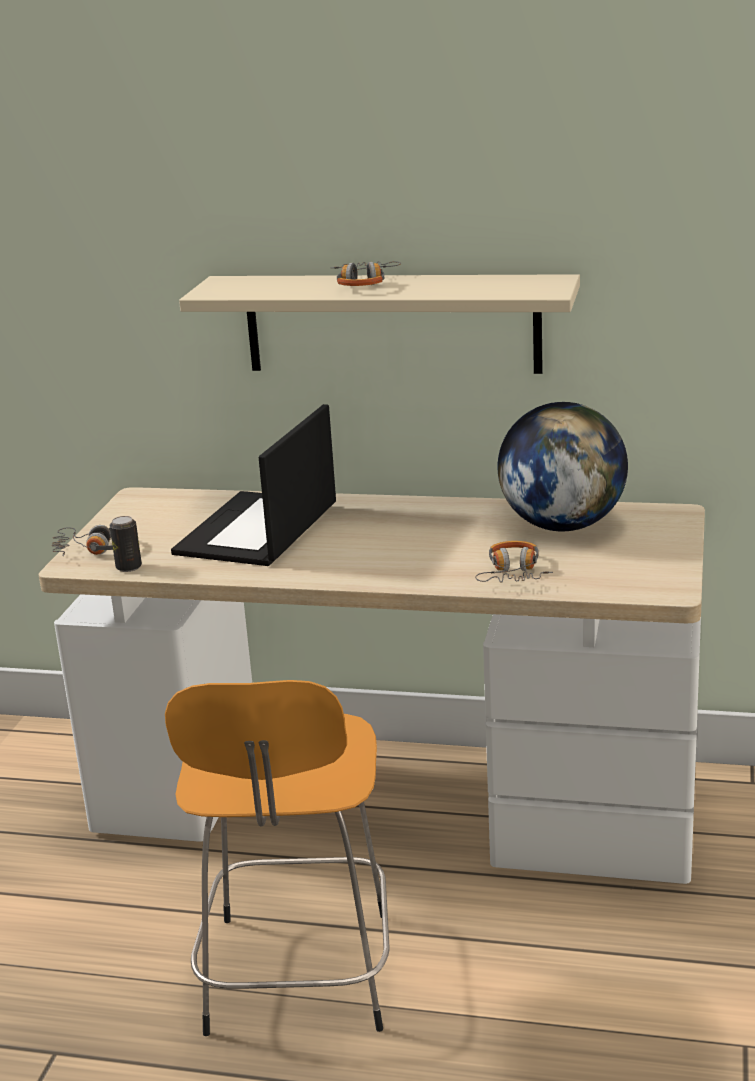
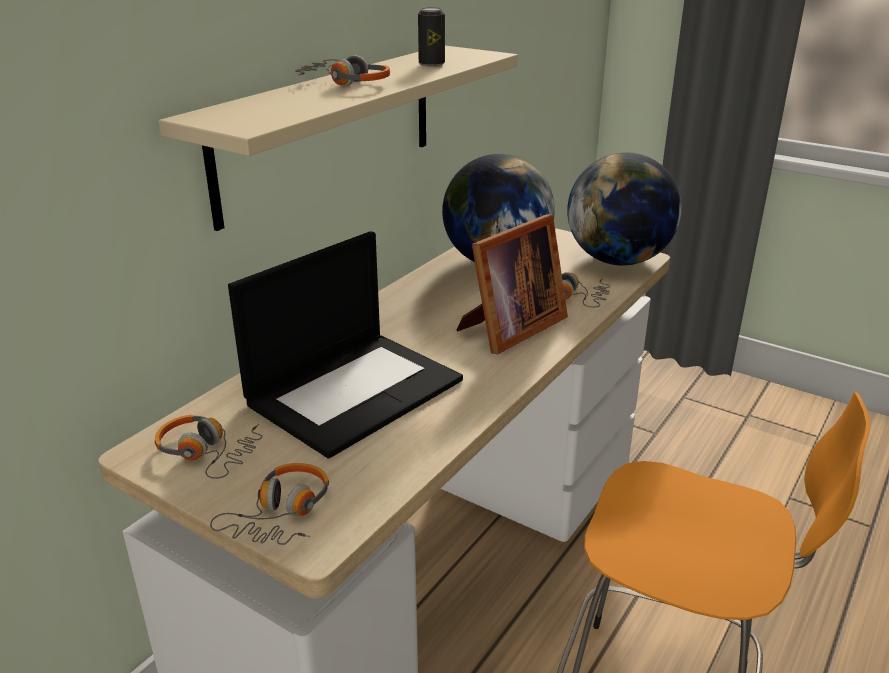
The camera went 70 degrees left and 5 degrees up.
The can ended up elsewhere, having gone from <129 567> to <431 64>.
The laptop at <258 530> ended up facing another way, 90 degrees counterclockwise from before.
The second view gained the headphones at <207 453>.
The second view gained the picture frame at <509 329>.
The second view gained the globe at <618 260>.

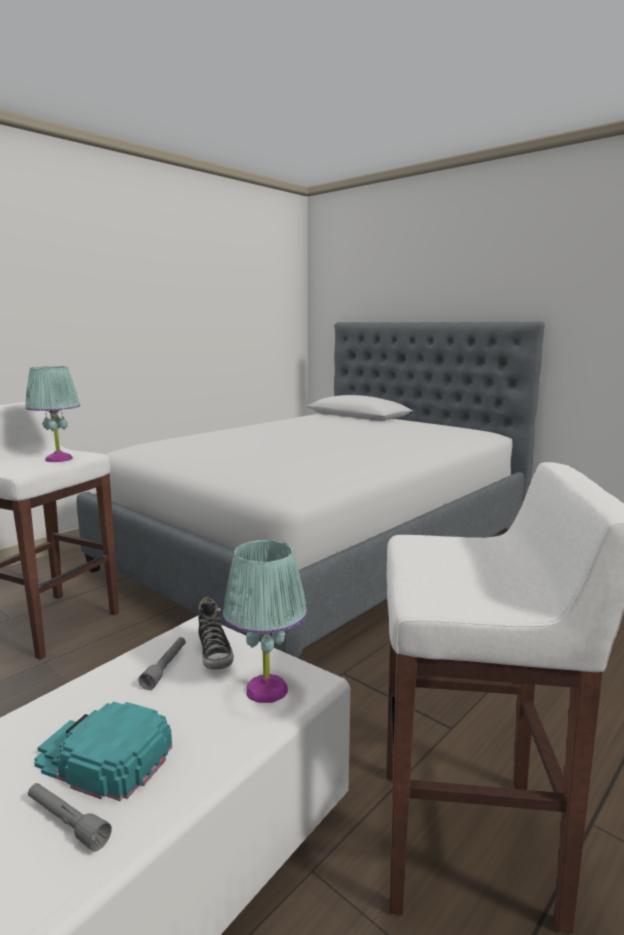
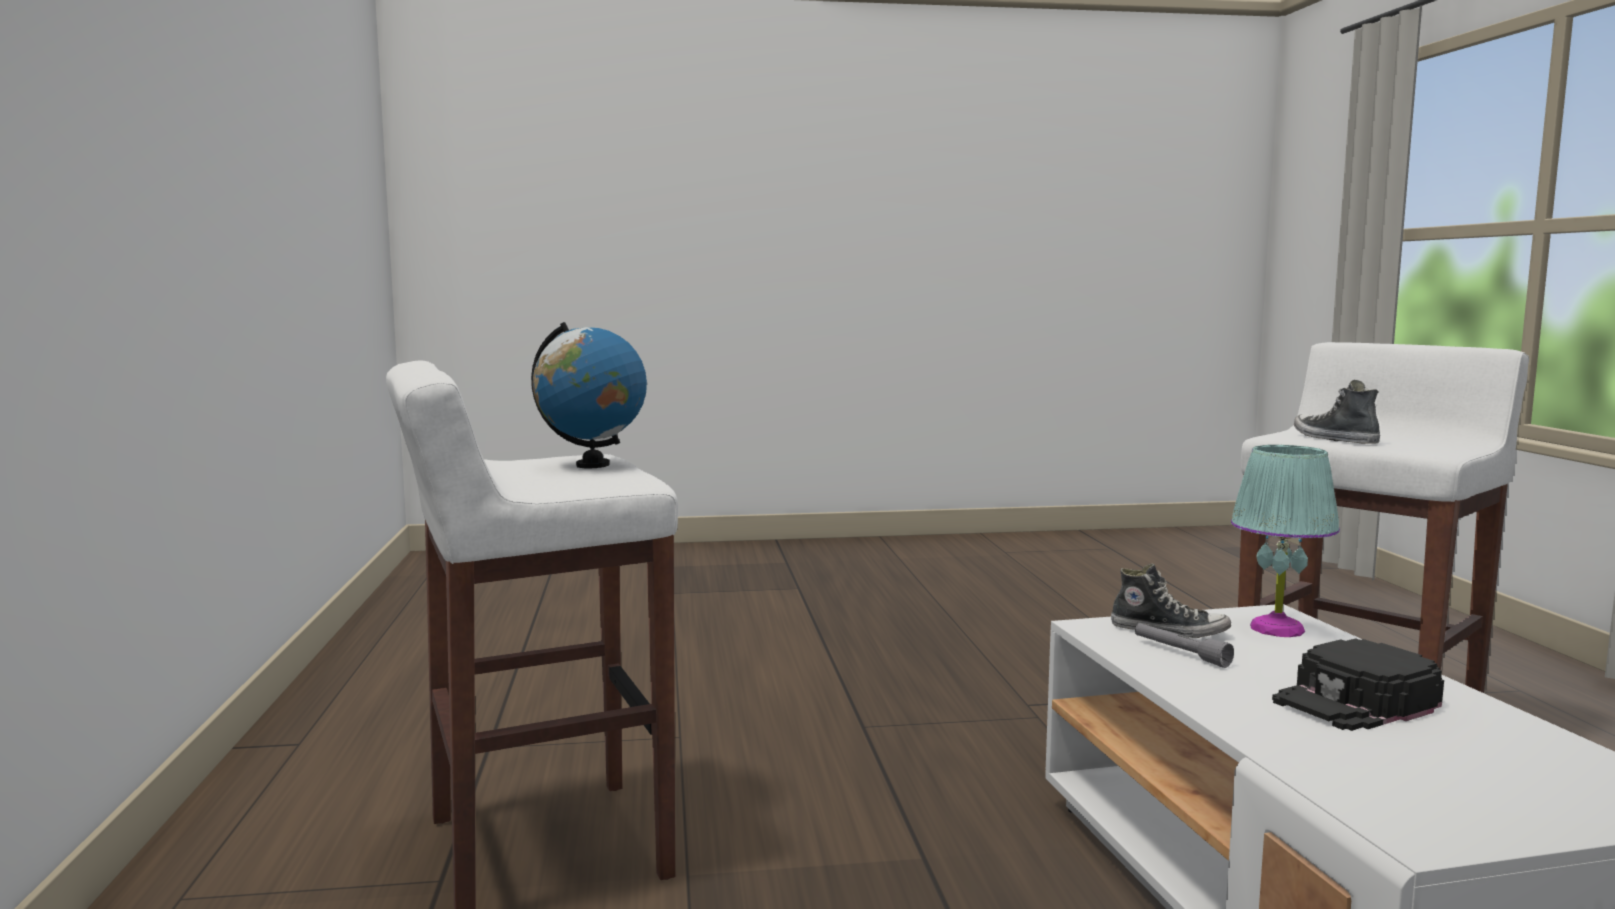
The camera went 50 degrees left and 5 degrees down.
Where the turquoise table lamp stood at <58 459>, the globe came to stand at <592 465>.
The second view lost the grey flashlight at <67 822>.
What was the turquoise cap at <103 757> turned into the black cap at <1355 702>.
The second view lost the bed at <322 550>.
The second view gained the shoe at <1333 439>.

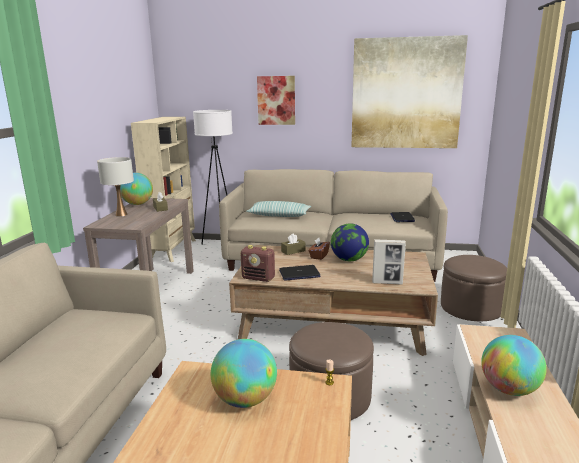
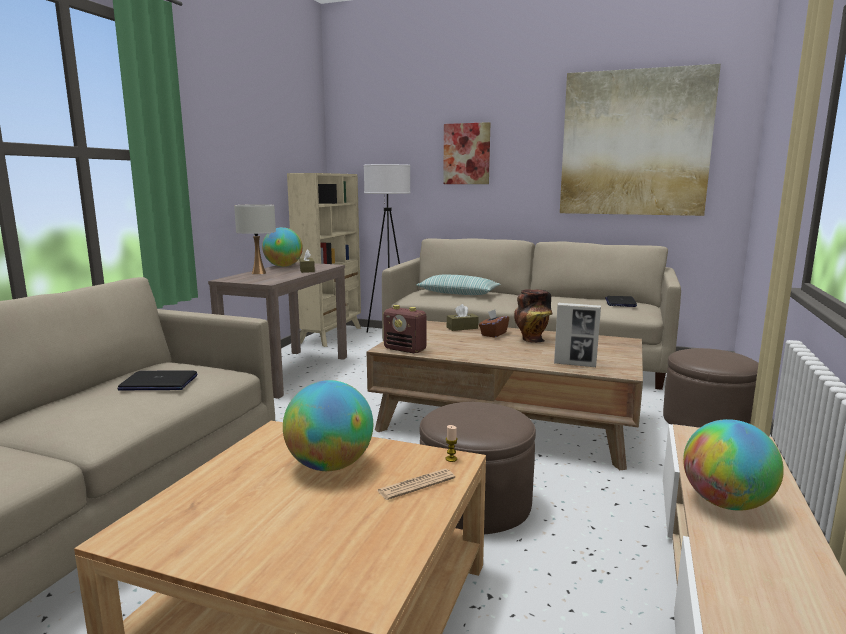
The camera went 10 degrees right and 5 degrees down.
The laptop ended up elsewhere, having gone from <299 274> to <158 383>.
Where the globe stood at <349 260>, the vase came to stand at <532 340>.
The second view gained the newspaper at <416 485>.

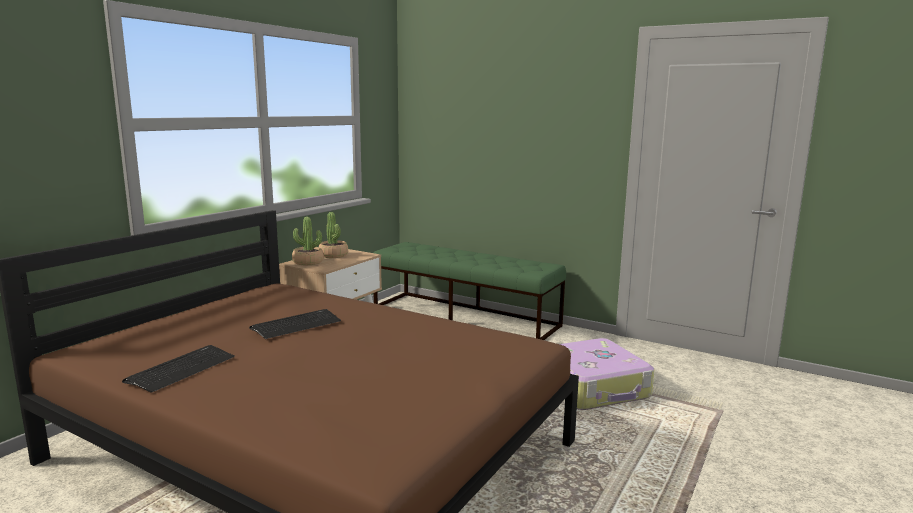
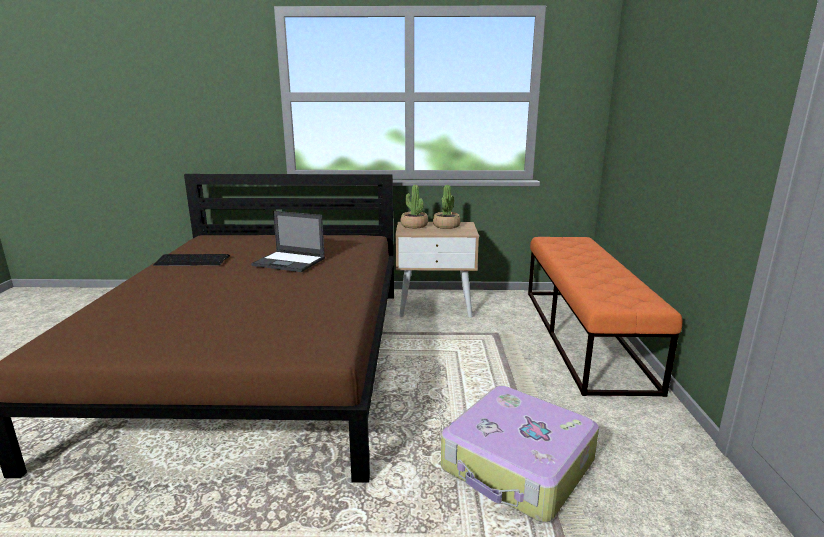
The camera went 60 degrees right and 5 degrees up.
Where the keyboard stood at <296 325>, the laptop came to stand at <290 262>.
What was the green bench at <465 317> turned into the orange bench at <583 335>.

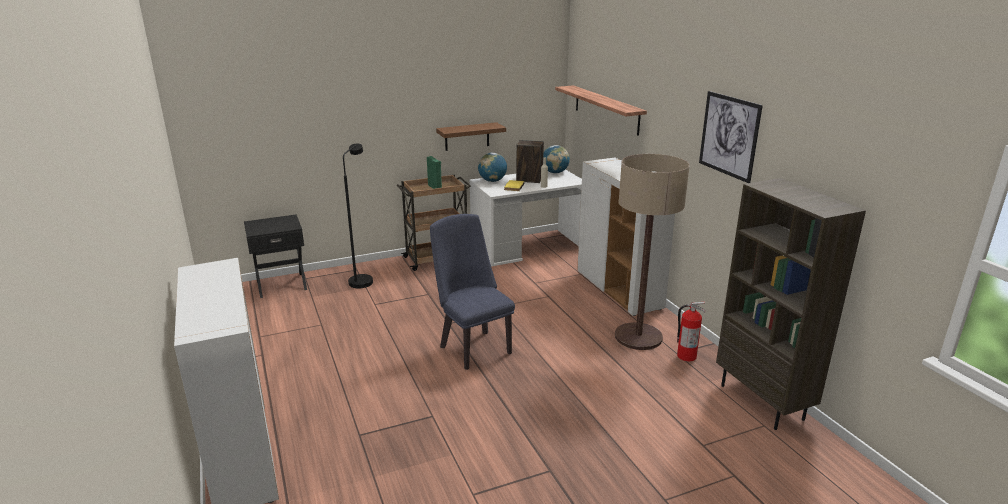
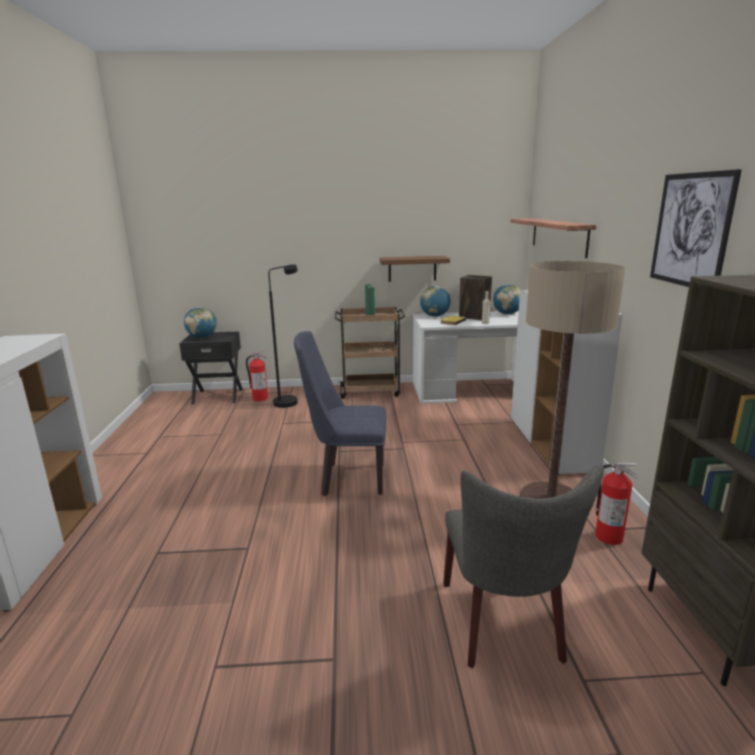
The camera went 20 degrees right and 5 degrees down.
The blue chair at <472 347> ended up facing another way, 75 degrees counterclockwise from before.
The second view gained the globe at <202 337>.
The second view gained the fire extinguisher at <260 398>.
The second view gained the grey chair at <504 626>.

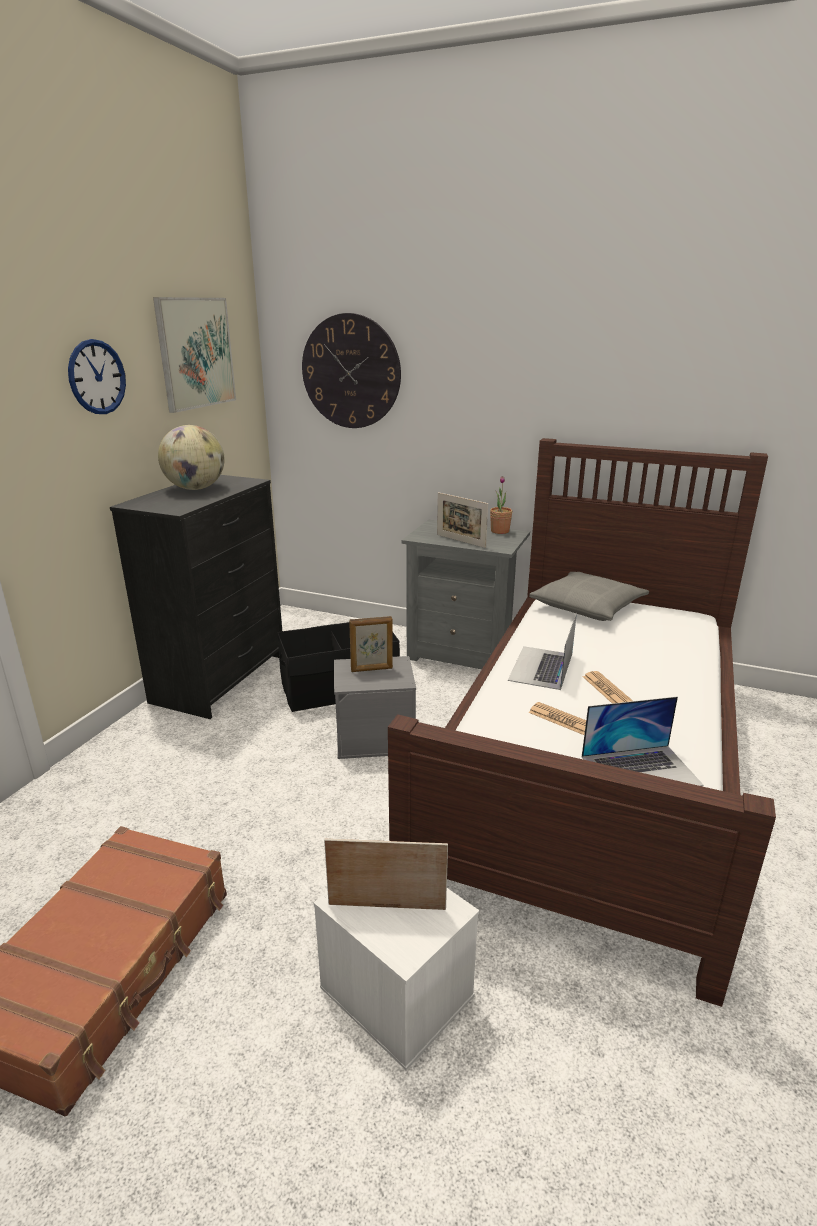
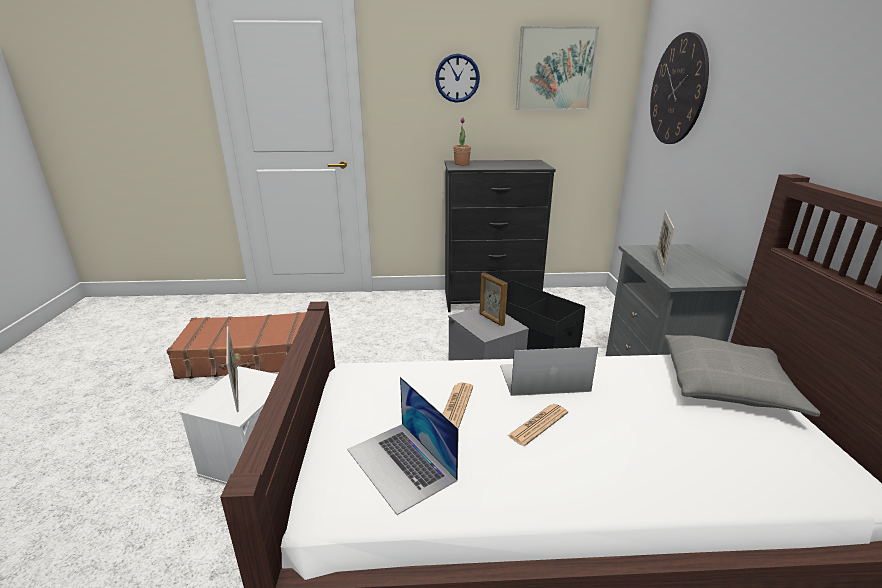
The camera went 65 degrees right and 0 degrees up.
The second view lost the globe at <196 488>.
The potted plant ended up elsewhere, having gone from <500 531> to <461 164>.

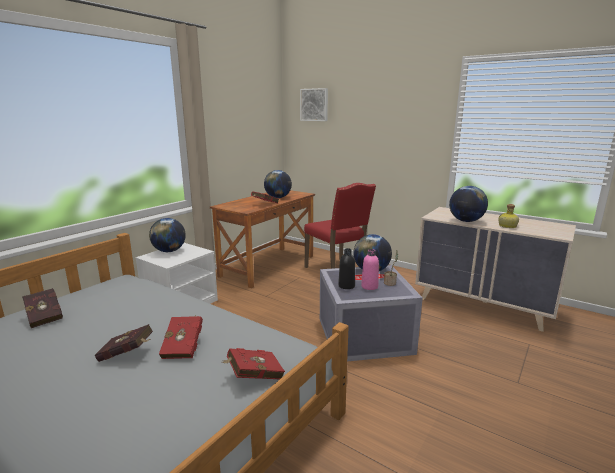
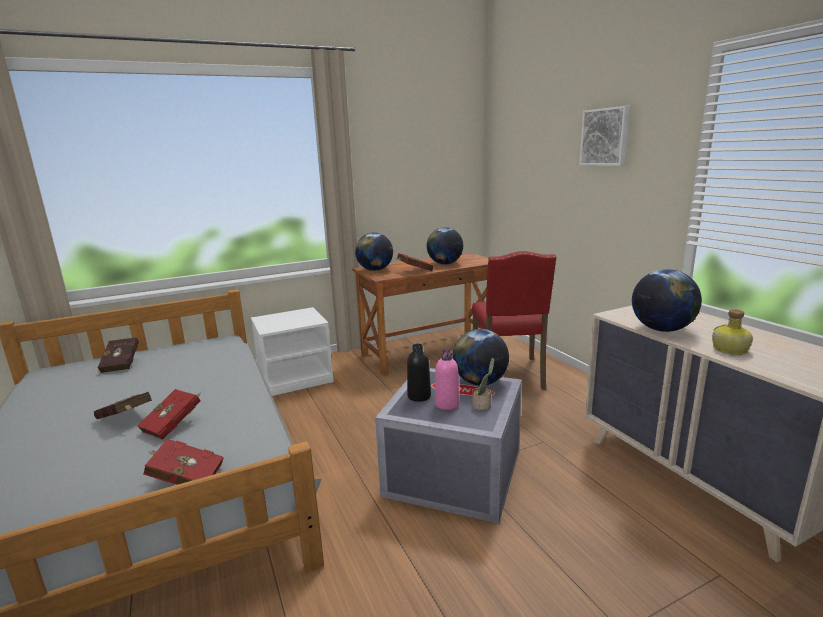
The camera went 30 degrees right and 0 degrees up.
The globe ended up elsewhere, having gone from <169 251> to <375 270>.
The picture ended up elsewhere, having gone from <314 105> to <605 137>.

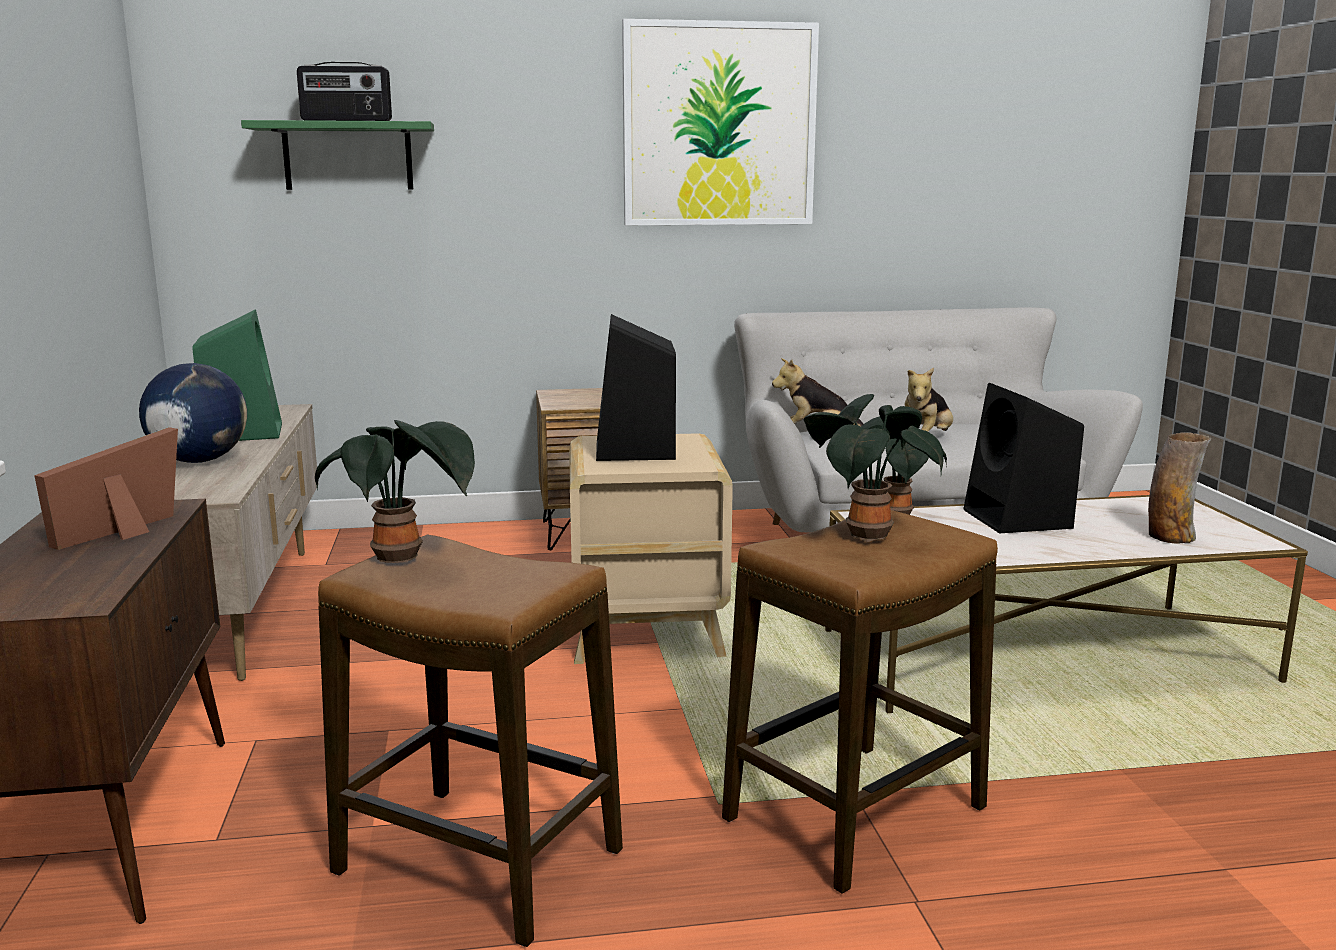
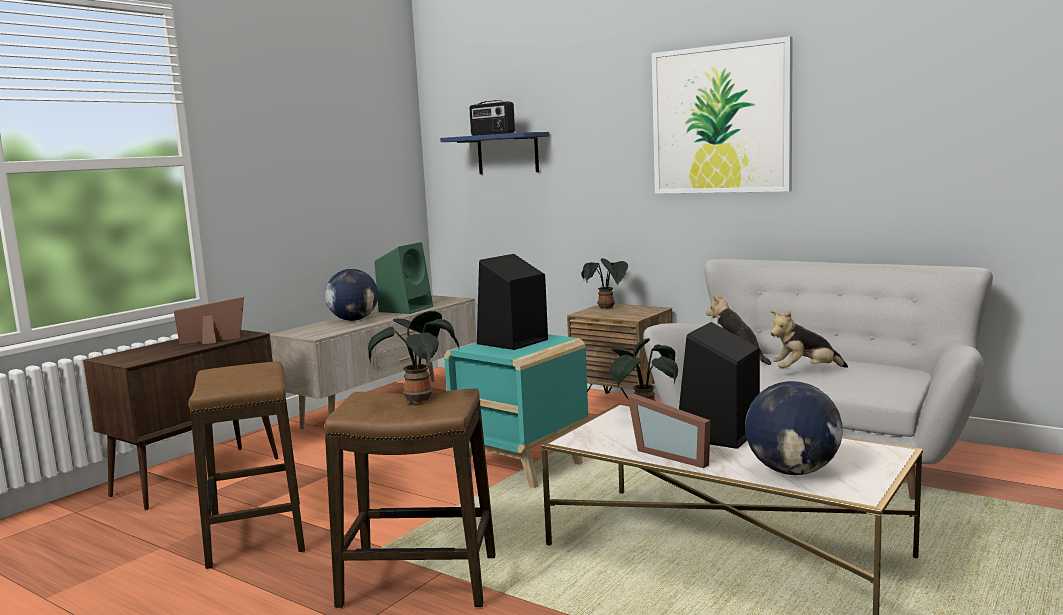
The camera went 45 degrees right and 5 degrees down.
What was the green shelf at <348 156> turned into the blue shelf at <507 154>.
The potted plant ended up elsewhere, having gone from <402 558> to <607 308>.
What was the beige side table at <643 637> turned into the turquoise side table at <519 466>.
Where the vase stood at <1170 537>, the globe came to stand at <793 471>.
The second view gained the picture frame at <673 454>.

